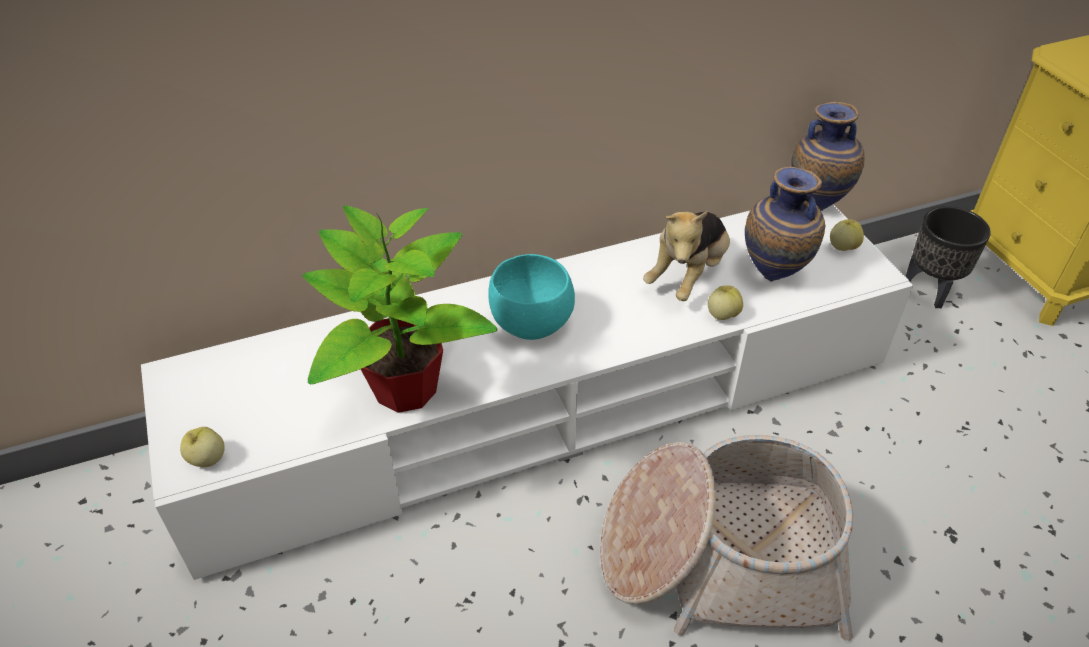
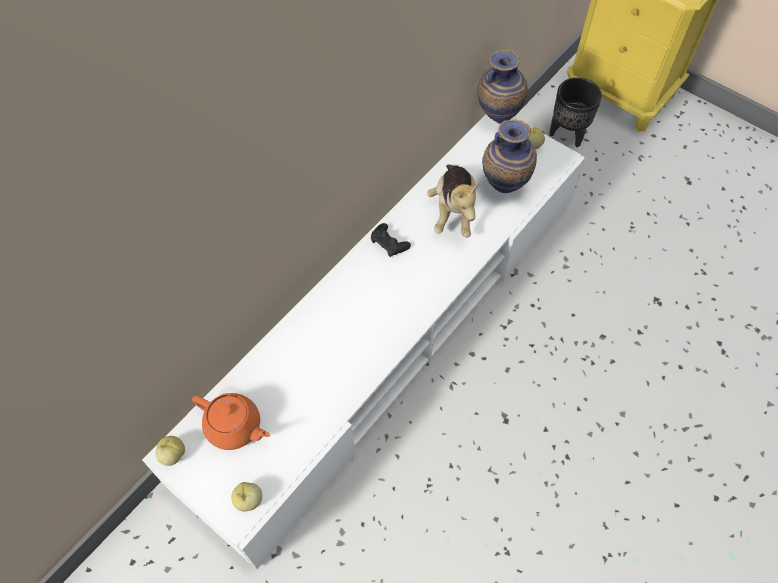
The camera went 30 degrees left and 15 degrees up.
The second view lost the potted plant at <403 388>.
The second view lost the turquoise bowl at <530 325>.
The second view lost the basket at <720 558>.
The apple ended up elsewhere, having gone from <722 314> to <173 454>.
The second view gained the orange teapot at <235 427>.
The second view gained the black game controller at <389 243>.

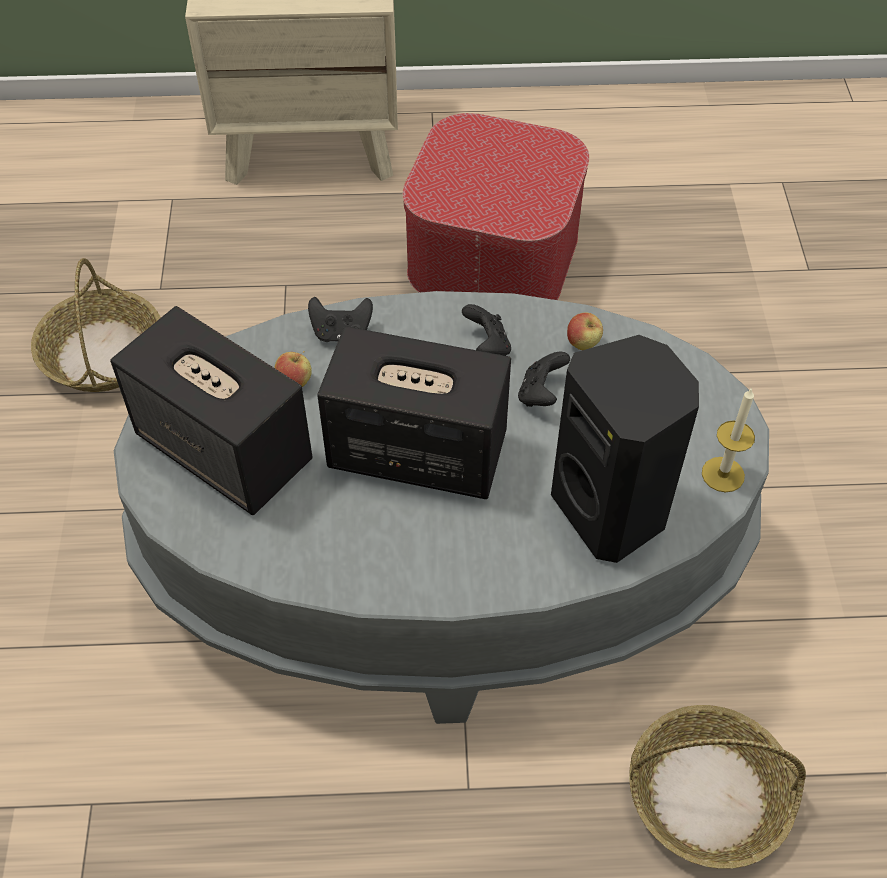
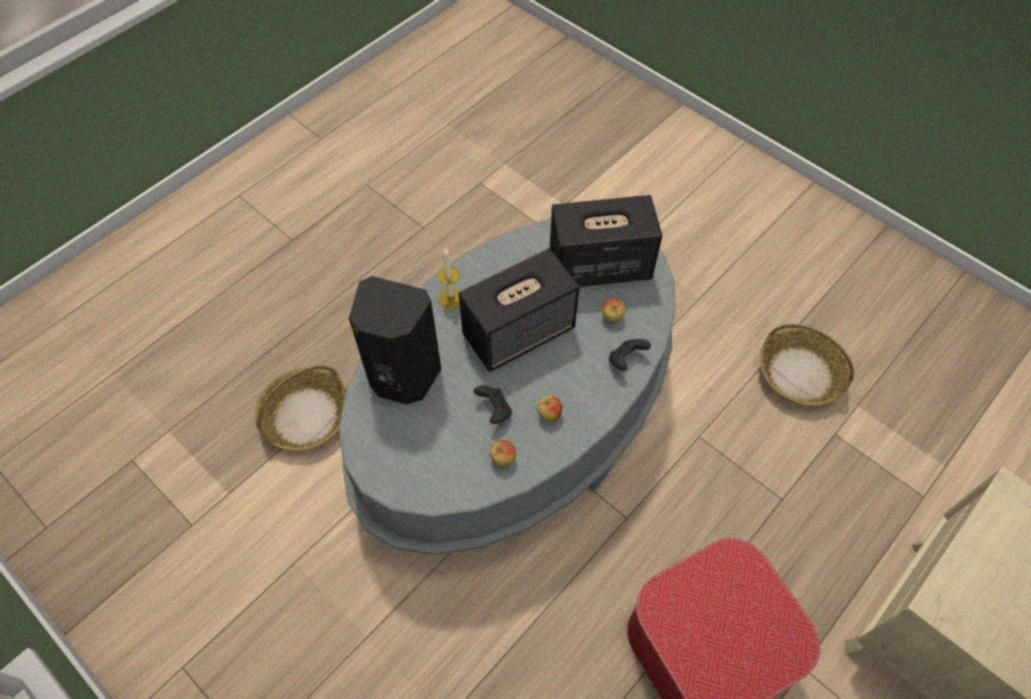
The camera went 135 degrees right and 5 degrees up.
Where the black game controller stood at <487 346>, the apple came to stand at <549 414>.
The candle ended up elsewhere, having gone from <723 474> to <451 298>.

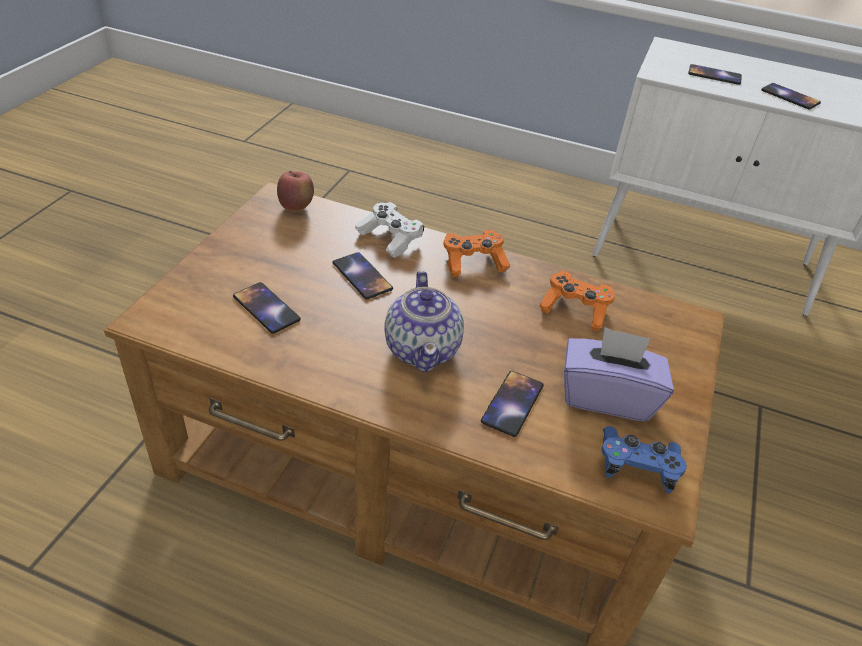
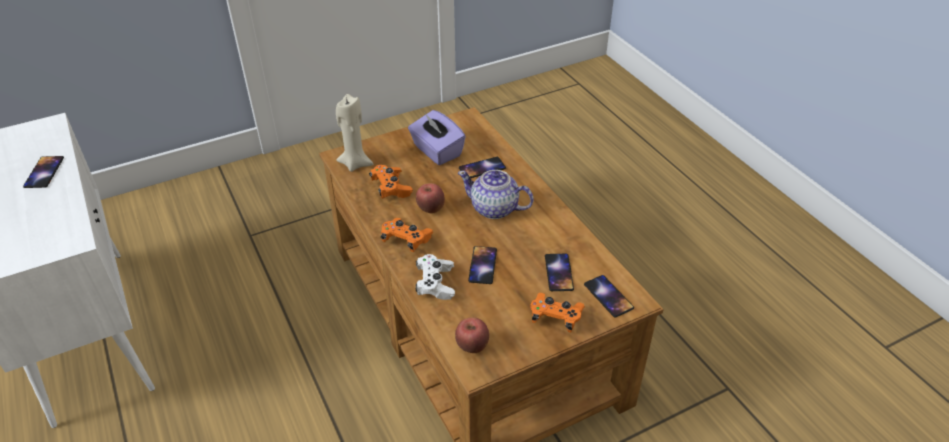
The camera went 135 degrees left and 0 degrees up.
The teapot at <423 348> ended up facing another way, 105 degrees counterclockwise from before.
The second view lost the blue game controller at <636 467>.
The phone ended up elsewhere, having gone from <714 75> to <608 296>.
The second view gained the beige candle at <355 163>.
The second view gained the apple at <430 209>.
The second view gained the orange game controller at <555 318>.

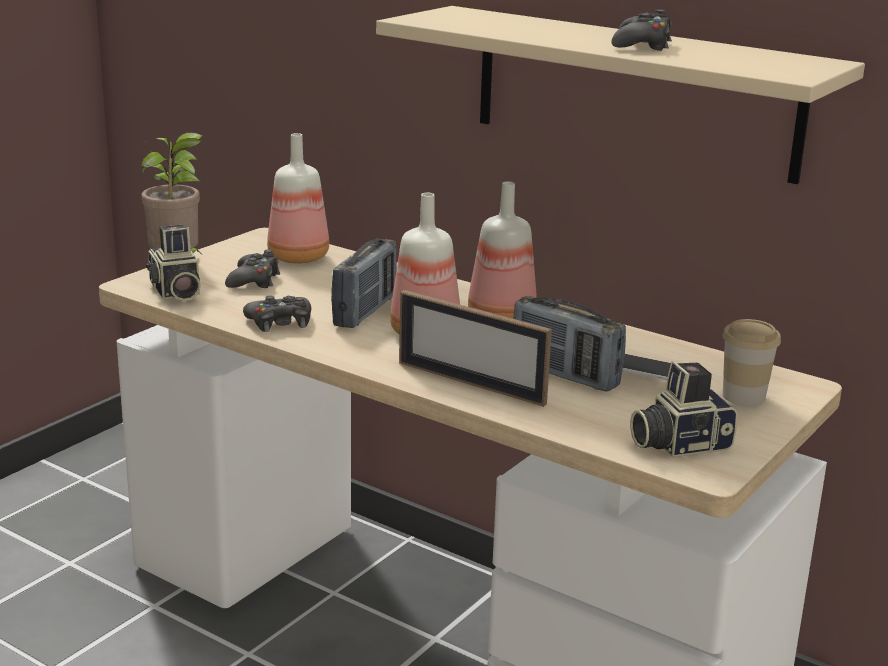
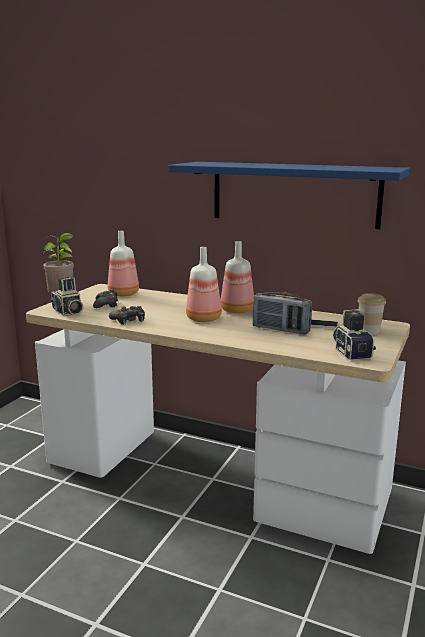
The camera went 10 degrees left and 5 degrees down.
The second view lost the radio at <365 311>.
What was the beige shelf at <634 92> turned into the blue shelf at <294 194>.
The second view lost the picture frame at <470 383>.
The second view lost the black game controller at <642 45>.
The photo camera at <678 444> ended up facing another way, 105 degrees clockwise from before.

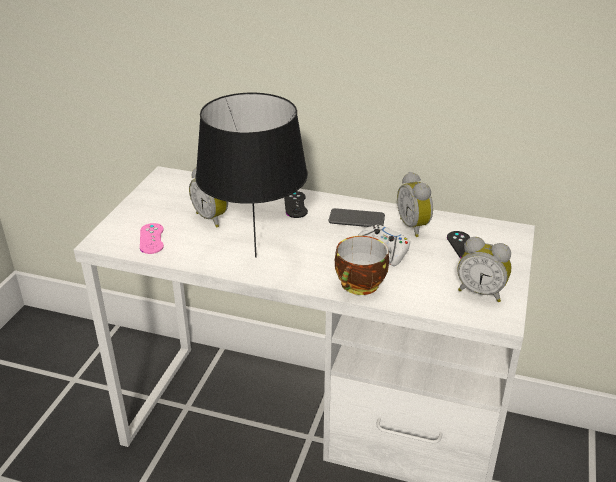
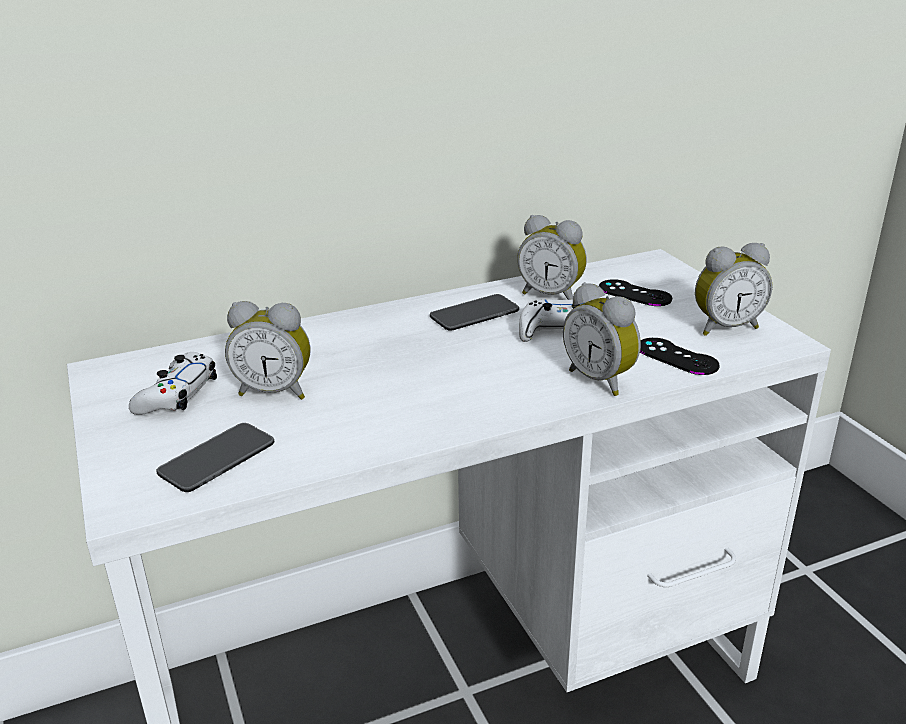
The camera went 40 degrees left and 5 degrees down.
Where the pink game controller stood at <151 238>, the phone came to stand at <217 459>.
The second view lost the black table lamp at <256 258>.
The black game controller ended up elsewhere, having gone from <295 204> to <677 357>.
Where the cup stood at <360 286>, the alarm clock came to stand at <601 379>.
The second view gained the white game controller at <177 395>.

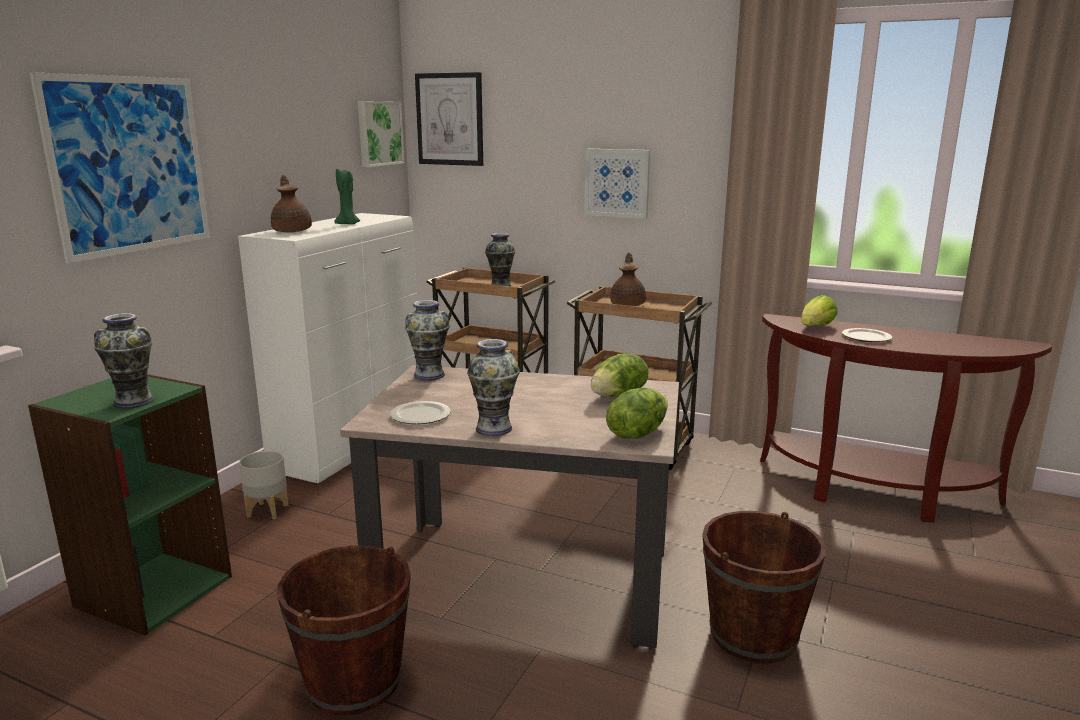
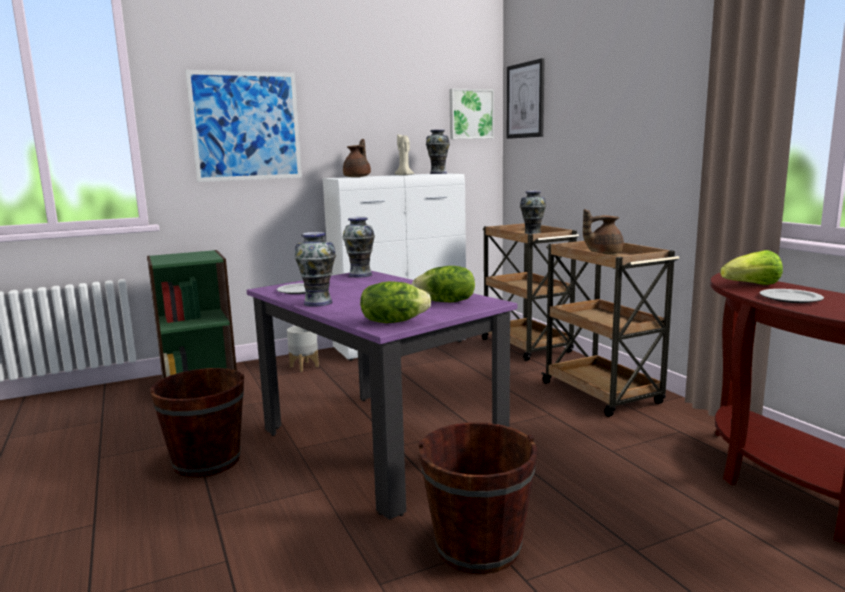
The camera went 40 degrees right and 5 degrees down.
The vase ended up elsewhere, having gone from <133 402> to <438 173>.
What was the green candle at <348 224> turned into the beige candle at <404 175>.
What was the beige dining table at <524 578> turned into the purple dining table at <379 447>.
The second view lost the picture at <617 183>.
The brown teapot at <628 304> ended up facing another way, 150 degrees counterclockwise from before.

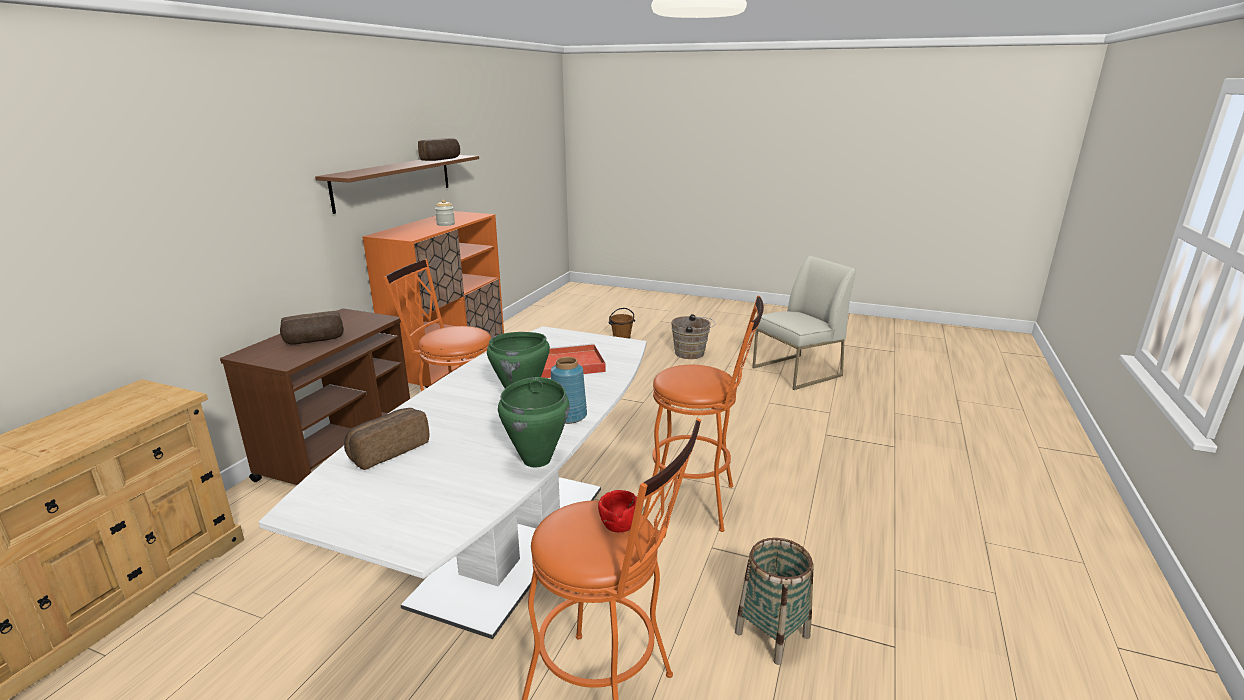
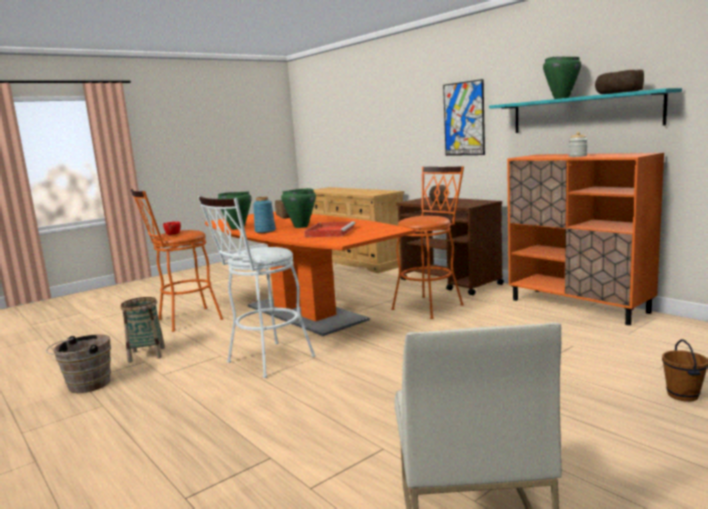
The camera went 120 degrees right and 10 degrees down.
What was the white dining table at <513 542> turned into the orange dining table at <304 312>.
What was the brown shelf at <394 181> turned into the turquoise shelf at <583 113>.
What was the orange stool at <698 503> turned into the white stool at <265 361>.
The brown bucket ended up elsewhere, having gone from <692 354> to <86 385>.
The second view gained the picture at <464 119>.
The second view gained the green cooking pot at <561 98>.

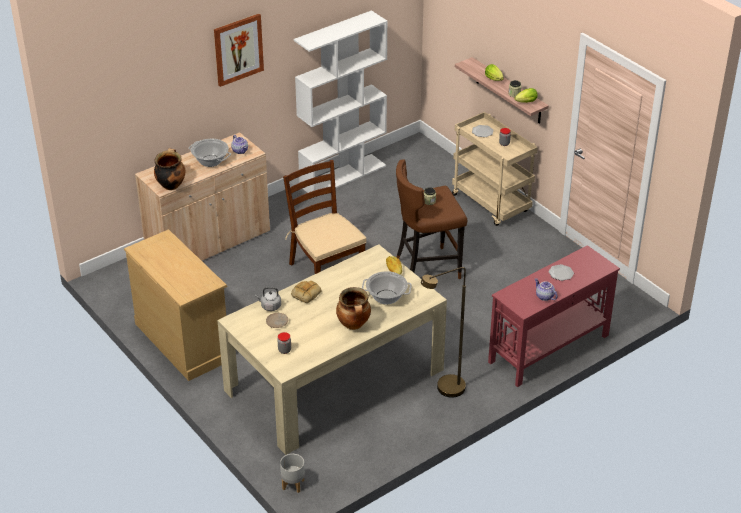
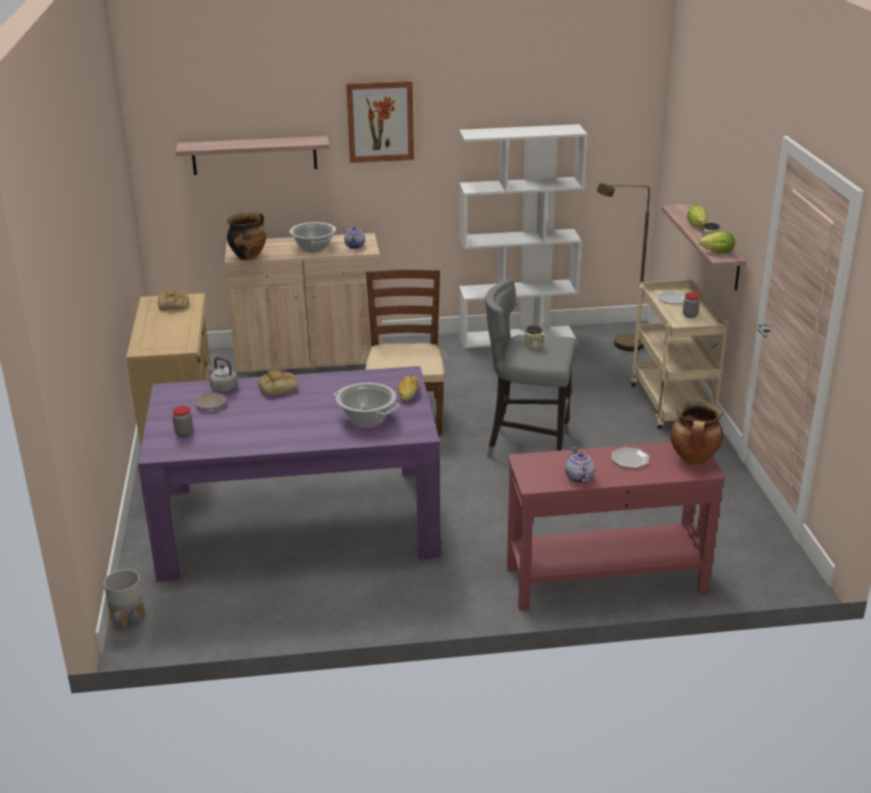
The camera went 30 degrees right and 10 degrees down.
What was the beige dining table at <334 380> turned into the purple dining table at <298 523>.
The cooking pot ended up elsewhere, having gone from <354 325> to <694 459>.
What was the brown stool at <426 267> turned into the grey stool at <527 446>.
The brown floor lamp ended up elsewhere, having gone from <444 391> to <620 344>.
The second view gained the bread at <174 304>.
The second view gained the shelf at <254 155>.

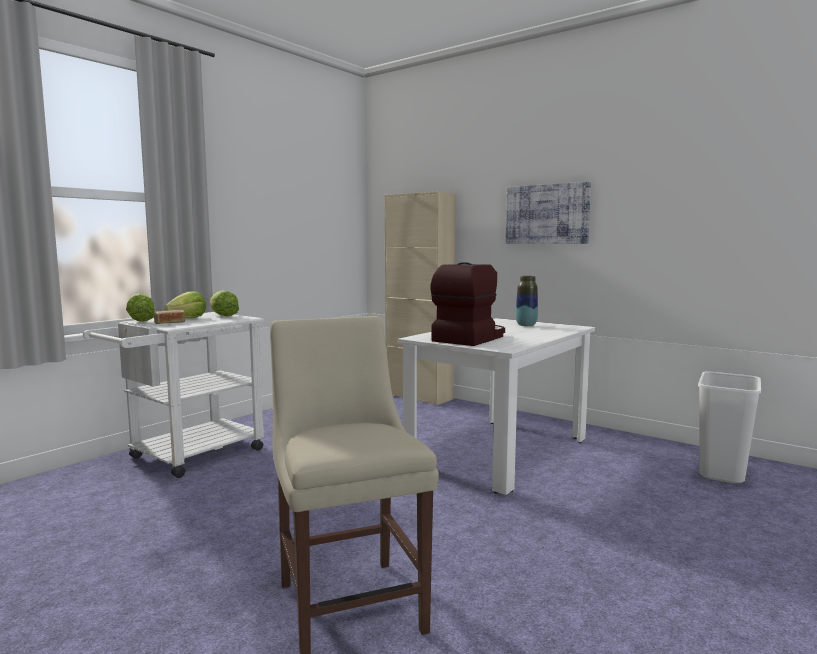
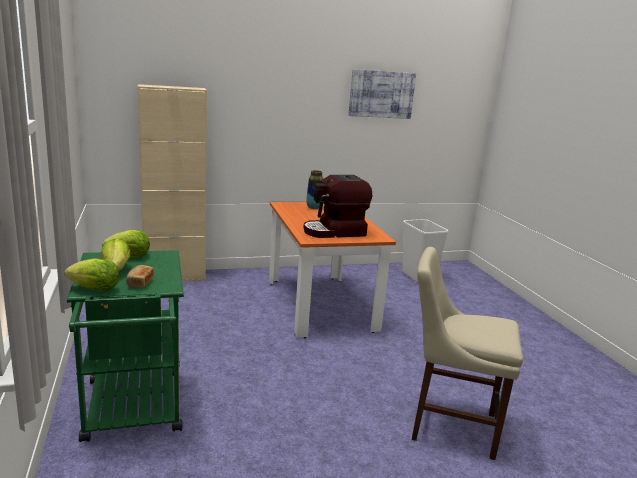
The camera went 55 degrees left and 10 degrees up.
What was the white cart at <187 457> turned into the green cart at <134 412>.
What was the white dining table at <499 452> turned into the orange dining table at <320 304>.
The coffee machine at <469 338> ended up facing another way, 90 degrees counterclockwise from before.
The picture ended up elsewhere, having gone from <547 214> to <381 94>.

